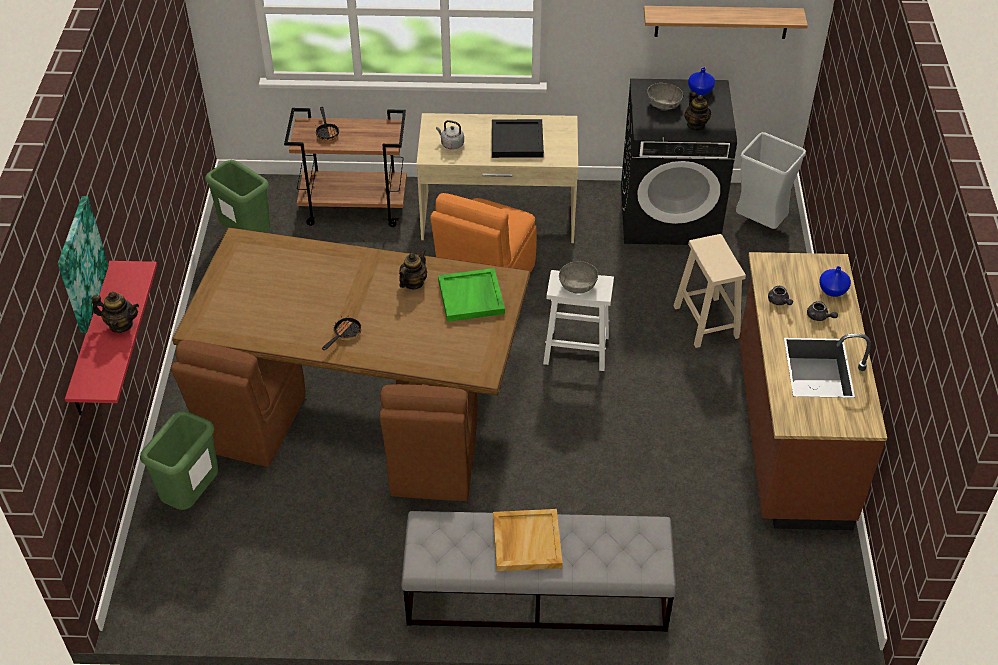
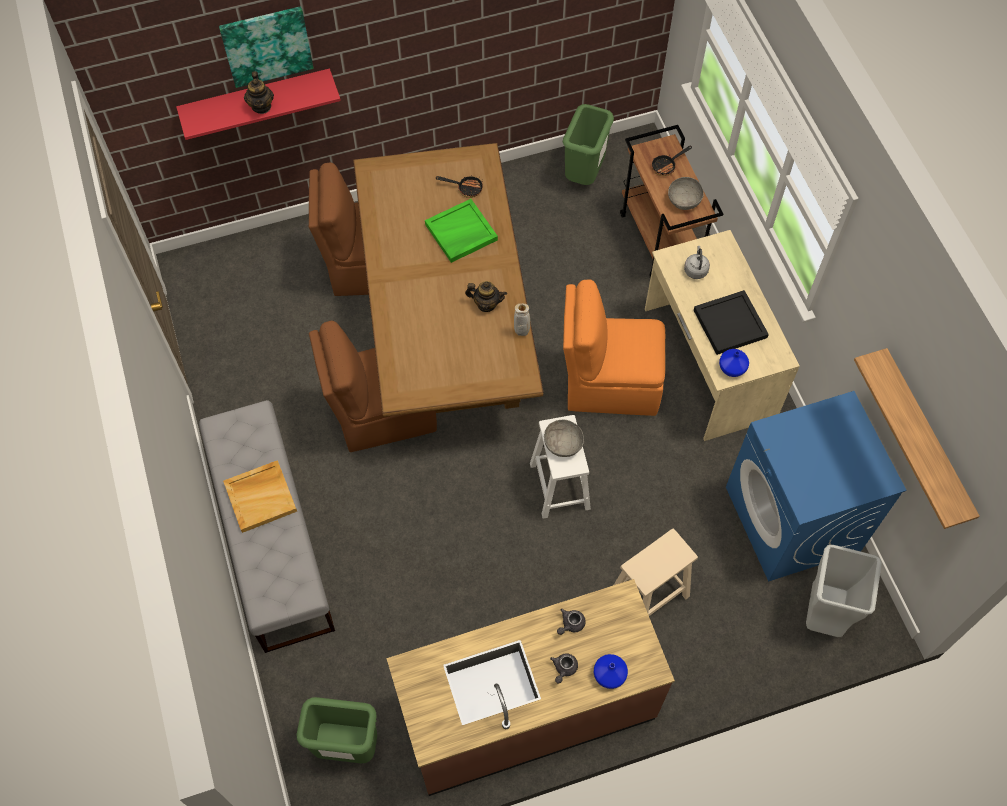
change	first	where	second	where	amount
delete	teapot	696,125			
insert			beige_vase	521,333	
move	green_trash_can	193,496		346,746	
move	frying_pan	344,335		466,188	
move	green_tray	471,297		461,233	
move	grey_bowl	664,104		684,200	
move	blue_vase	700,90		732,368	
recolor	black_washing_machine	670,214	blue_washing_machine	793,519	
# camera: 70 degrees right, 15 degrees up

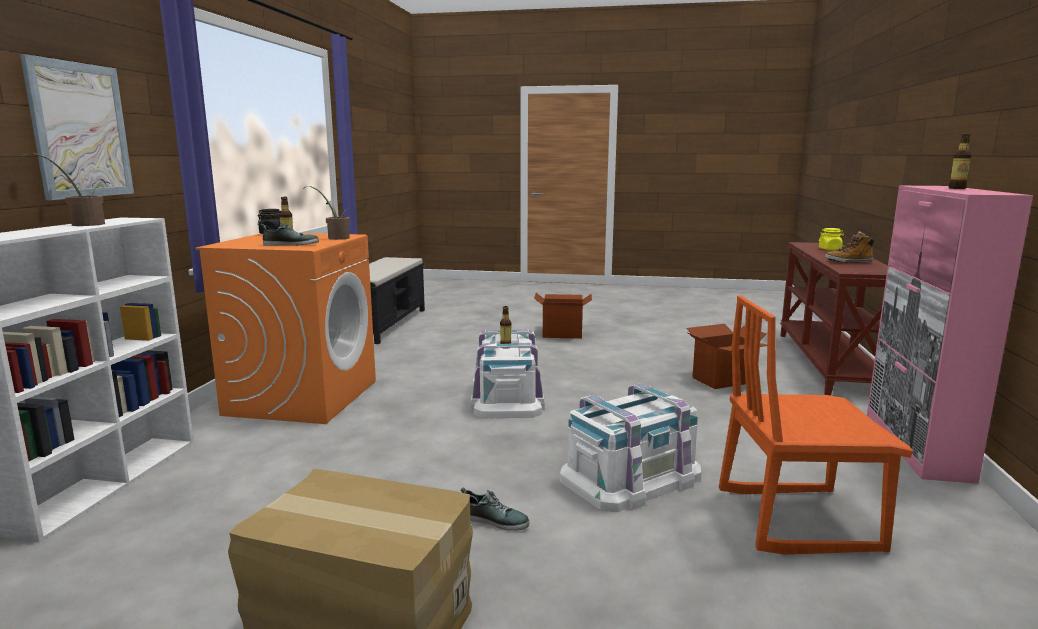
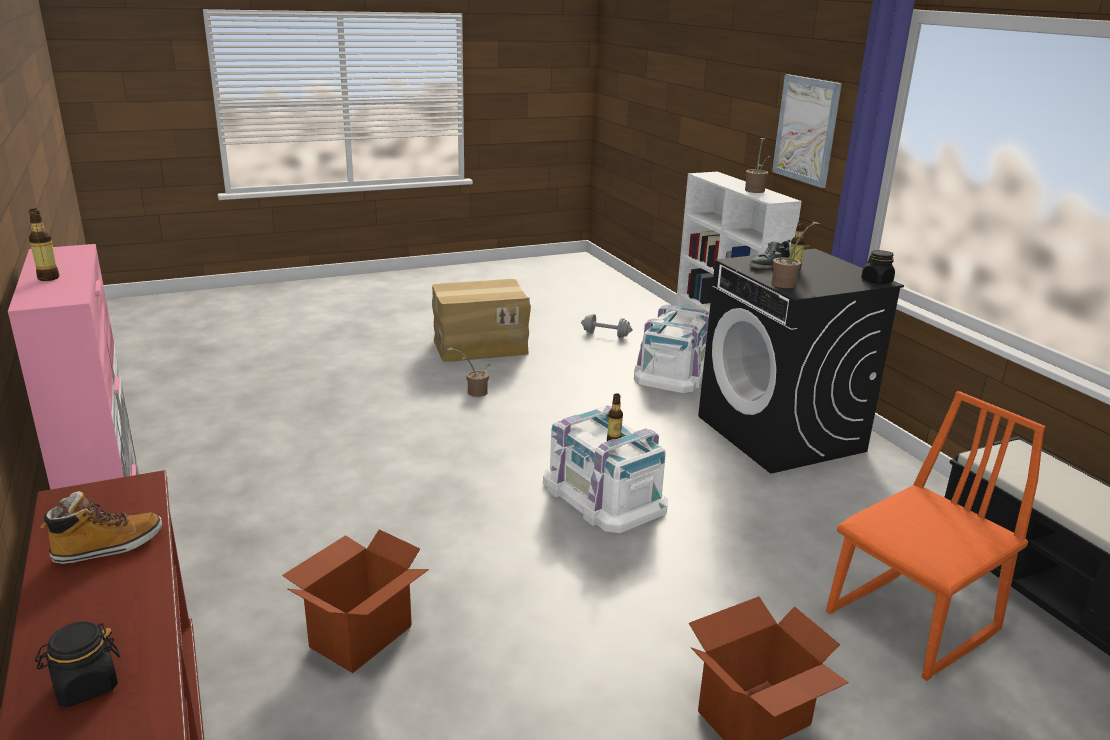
change	first	where	second	where	amount
insert			grey_dumbbell	606,335	
move	white_storage_box	631,478		673,371	
move	orange_chair	796,519		913,623	
replace	shoe	495,520	potted_plant	474,392	
recolor	orange_washing_machine	302,397	black_washing_machine	781,434	
recolor	yellow_jar	830,249	black_jar	85,686	
# camera: 145 degrees right, 10 degrees up

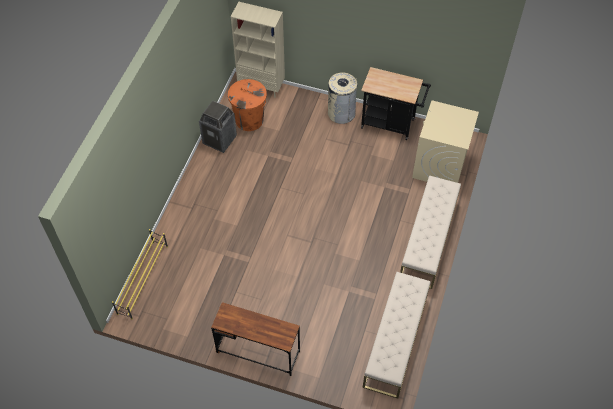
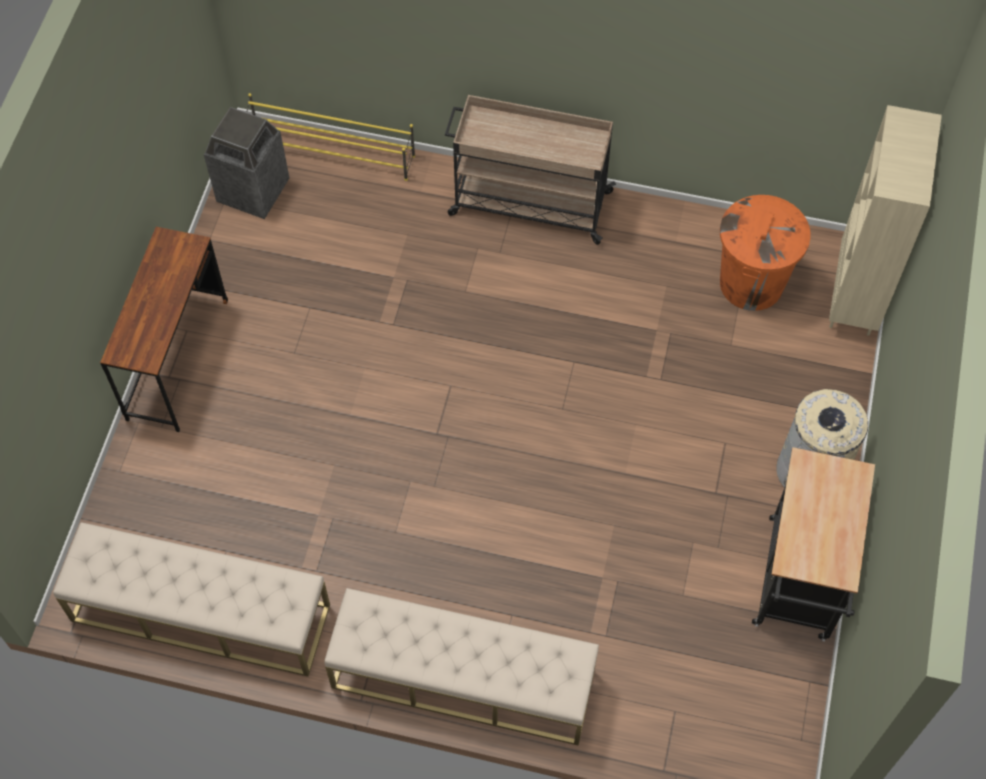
change	first	where	second	where	amount
delete	beige_washing_machine	439,165			
insert			beige_cart	528,203	
move	trash_can	220,140		253,191	
# camera: 85 degrees right, 5 degrees up

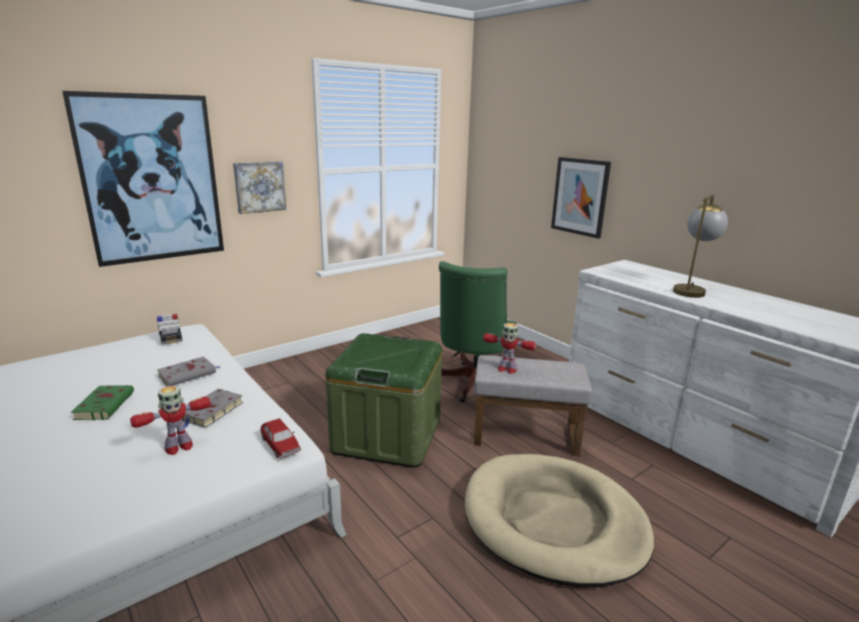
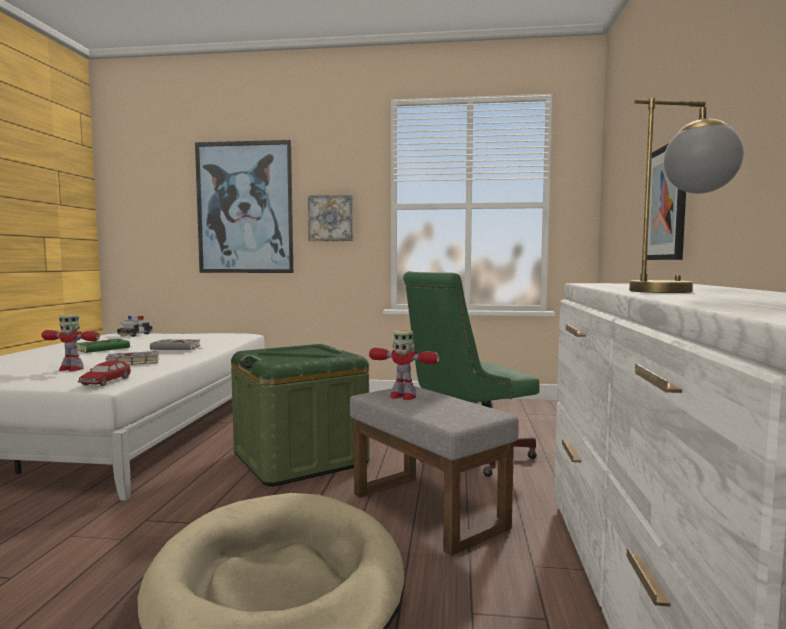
change	first	where	second	where	amount
move	toy_car	170,337		135,334	
rotate	toy_robot	506,369		402,396	45 degrees counterclockwise
# camera: 45 degrees right, 15 degrees down

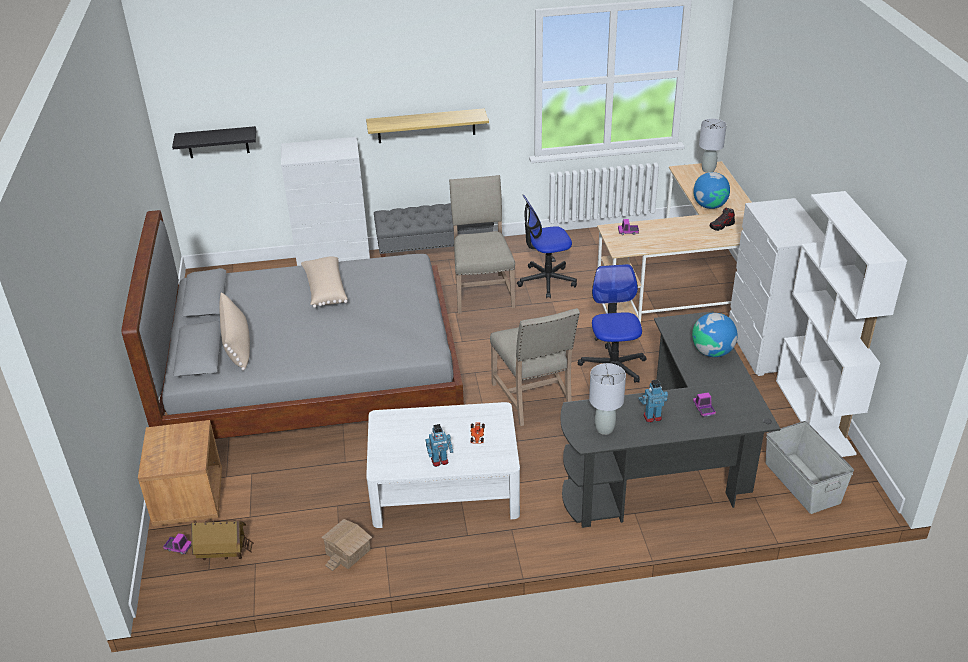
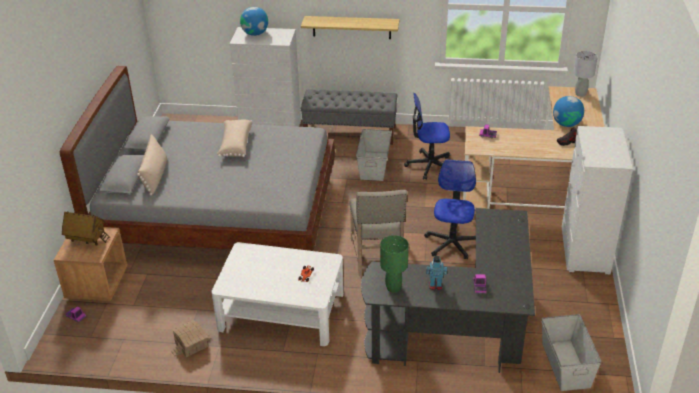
change	first	where	second	where	amount
delete	black_shelf	217,142			
delete	toy_robot	439,461			
delete	white_bookcase	815,416			
move	toy_house	223,553		87,240	
move	globe	712,352		255,33	
replace	beige_chair	482,291	grey_storage_box	374,165	
recolor	grey_table_lamp	605,429	green_table_lamp	393,288	
# camera: 15 degrees right, 0 degrees up

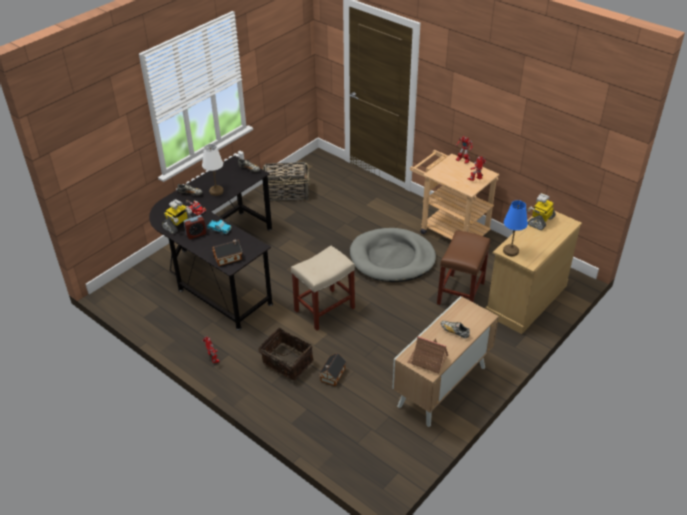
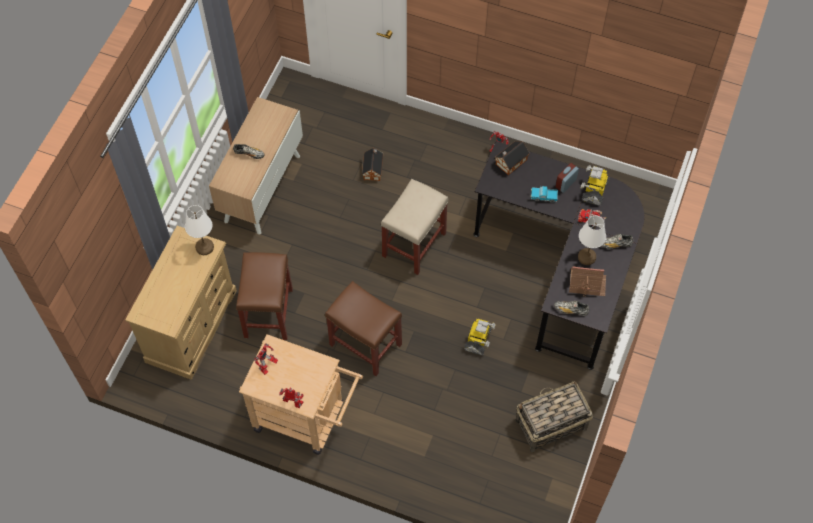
change	first	where	second	where	amount
delete	basket	286,363			
move	toy_house	427,361		586,283	
move	toy_robot	540,221		478,340	
replace	grey_dog_bed	392,258	brown_stool	364,344	
recolor	blue_table_lamp	511,251	white_table_lamp	204,247	
# camera: 160 degrees right, 20 degrees up

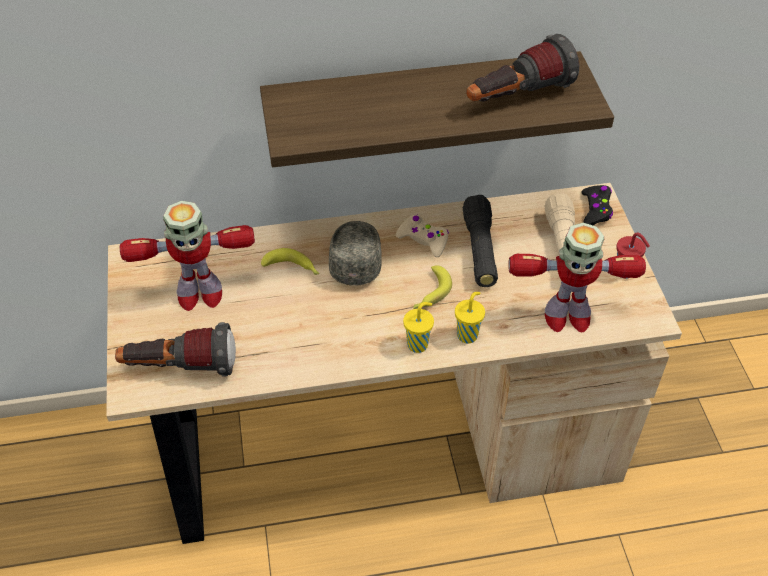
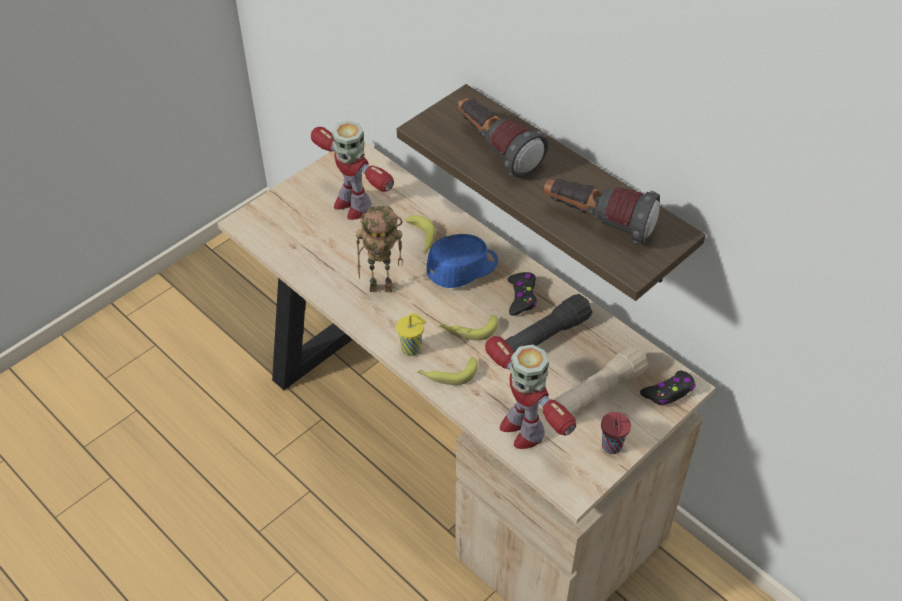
change	first	where	second	where	amount
insert			toy_robot	383,287	
move	flashlight	180,368		495,149	
replace	yellow_cup	468,334	banana	447,374	
recolor	grey_cap	356,260	blue_cap	463,269	
recolor	beige_game_controller	423,239	black_game_controller	522,297	
# camera: 55 degrees right, 0 degrees up

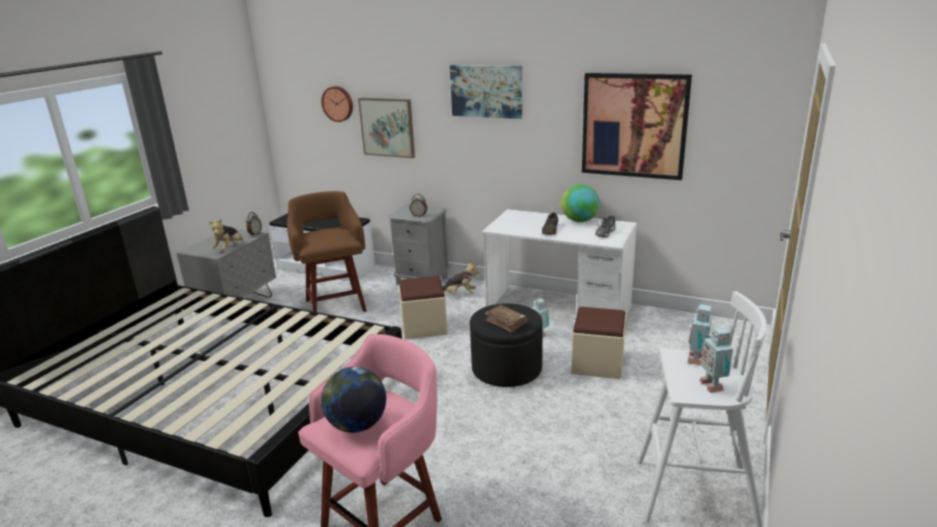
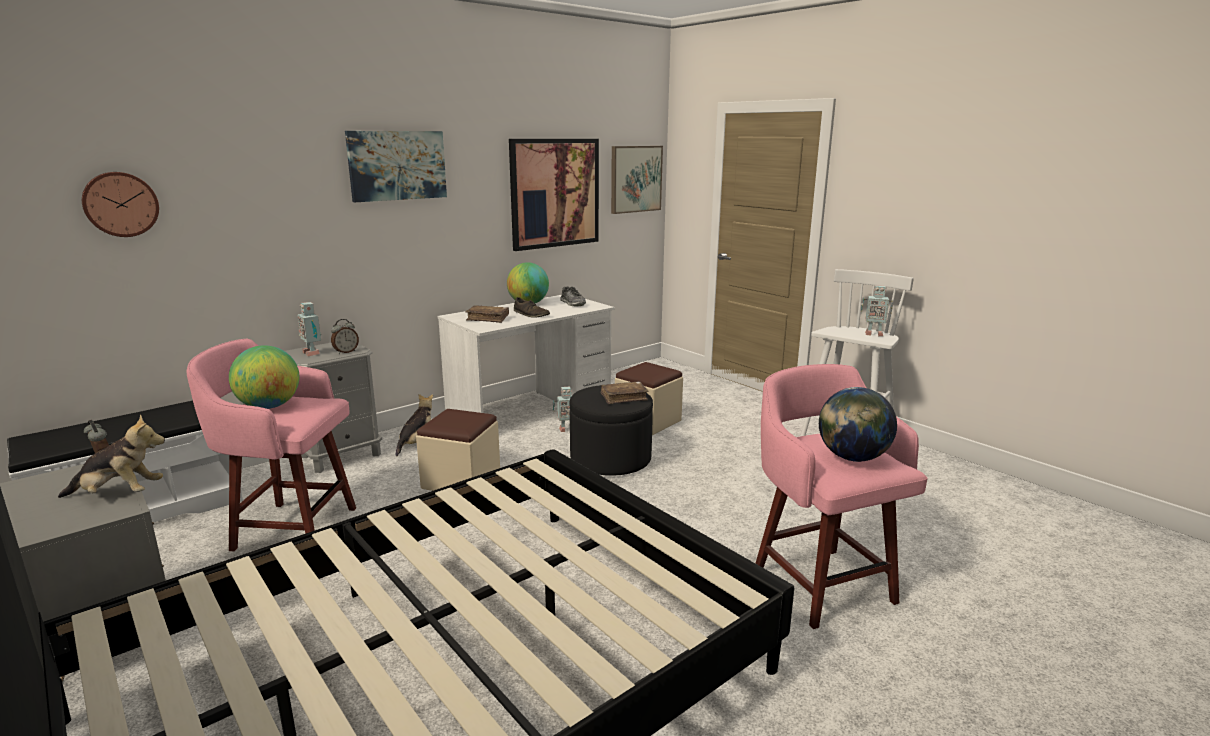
change	first	where	second	where	amount
insert			globe	269,406	
insert			brown_book	488,318	
move	picture	387,127		635,179	
move	toy_robot	697,359		312,353	
recolor	brown_stool	335,304	pink_stool	291,528	
rotate	plush_toy	229,248		119,494	45 degrees counterclockwise
# camera: 65 degrees left, 5 degrees down

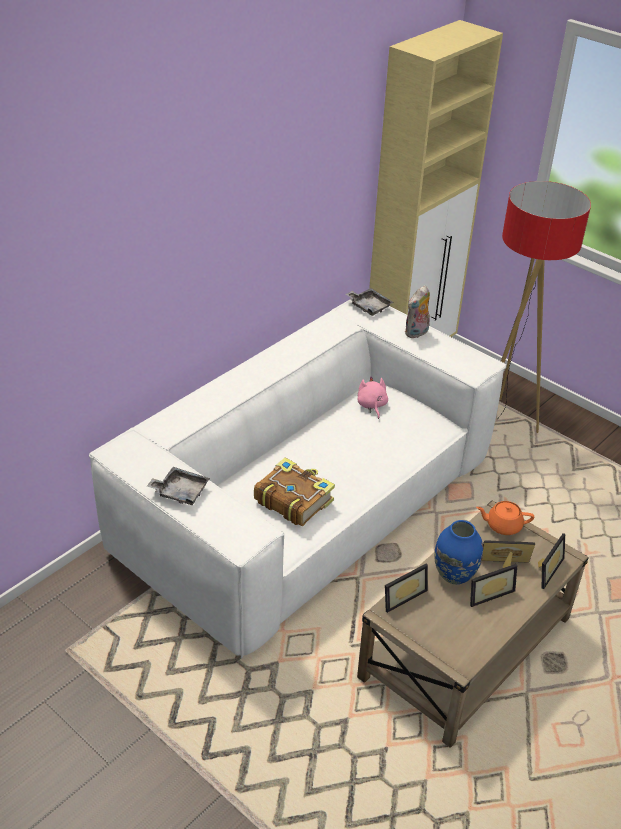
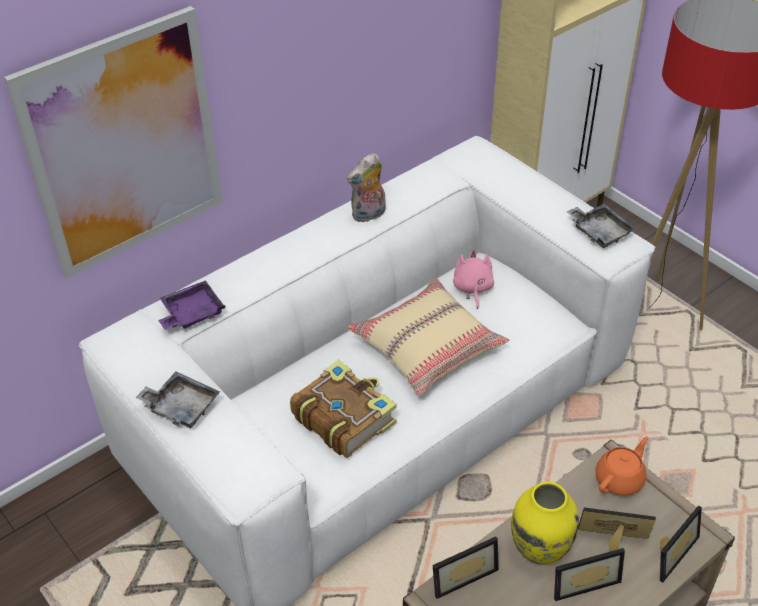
change	first	where	second	where	amount
insert			picture	124,145	
insert			purple_tray	191,313	
insert			beige_pillow	427,346	
move	grey_tray	369,306		599,231	
move	plush_toy	417,333		369,215	
recolor	blue_vase	454,574	yellow_vase	539,548	
rotate	orange_teapot	503,525		620,479	120 degrees clockwise
# camera: 10 degrees right, 5 degrees up

